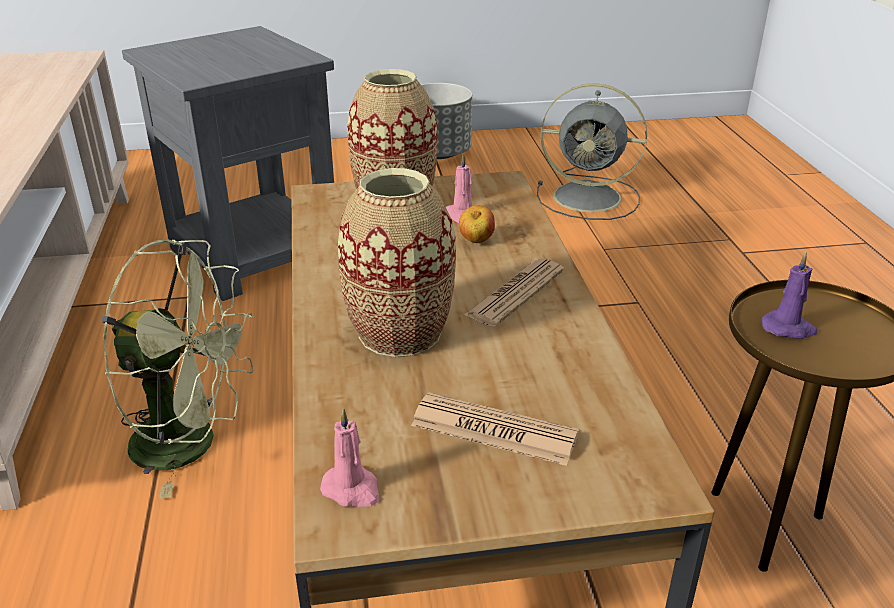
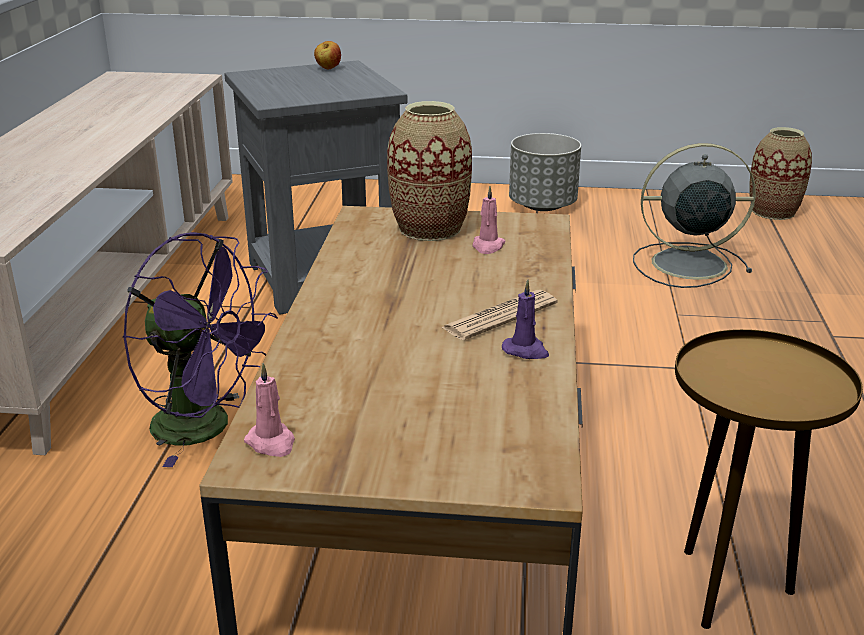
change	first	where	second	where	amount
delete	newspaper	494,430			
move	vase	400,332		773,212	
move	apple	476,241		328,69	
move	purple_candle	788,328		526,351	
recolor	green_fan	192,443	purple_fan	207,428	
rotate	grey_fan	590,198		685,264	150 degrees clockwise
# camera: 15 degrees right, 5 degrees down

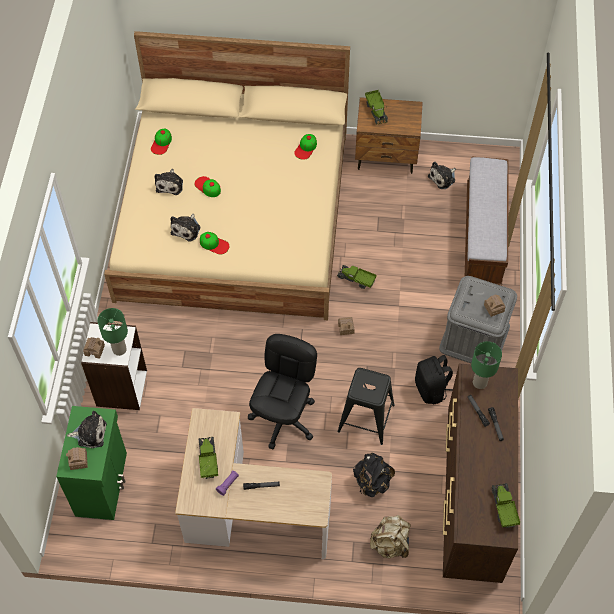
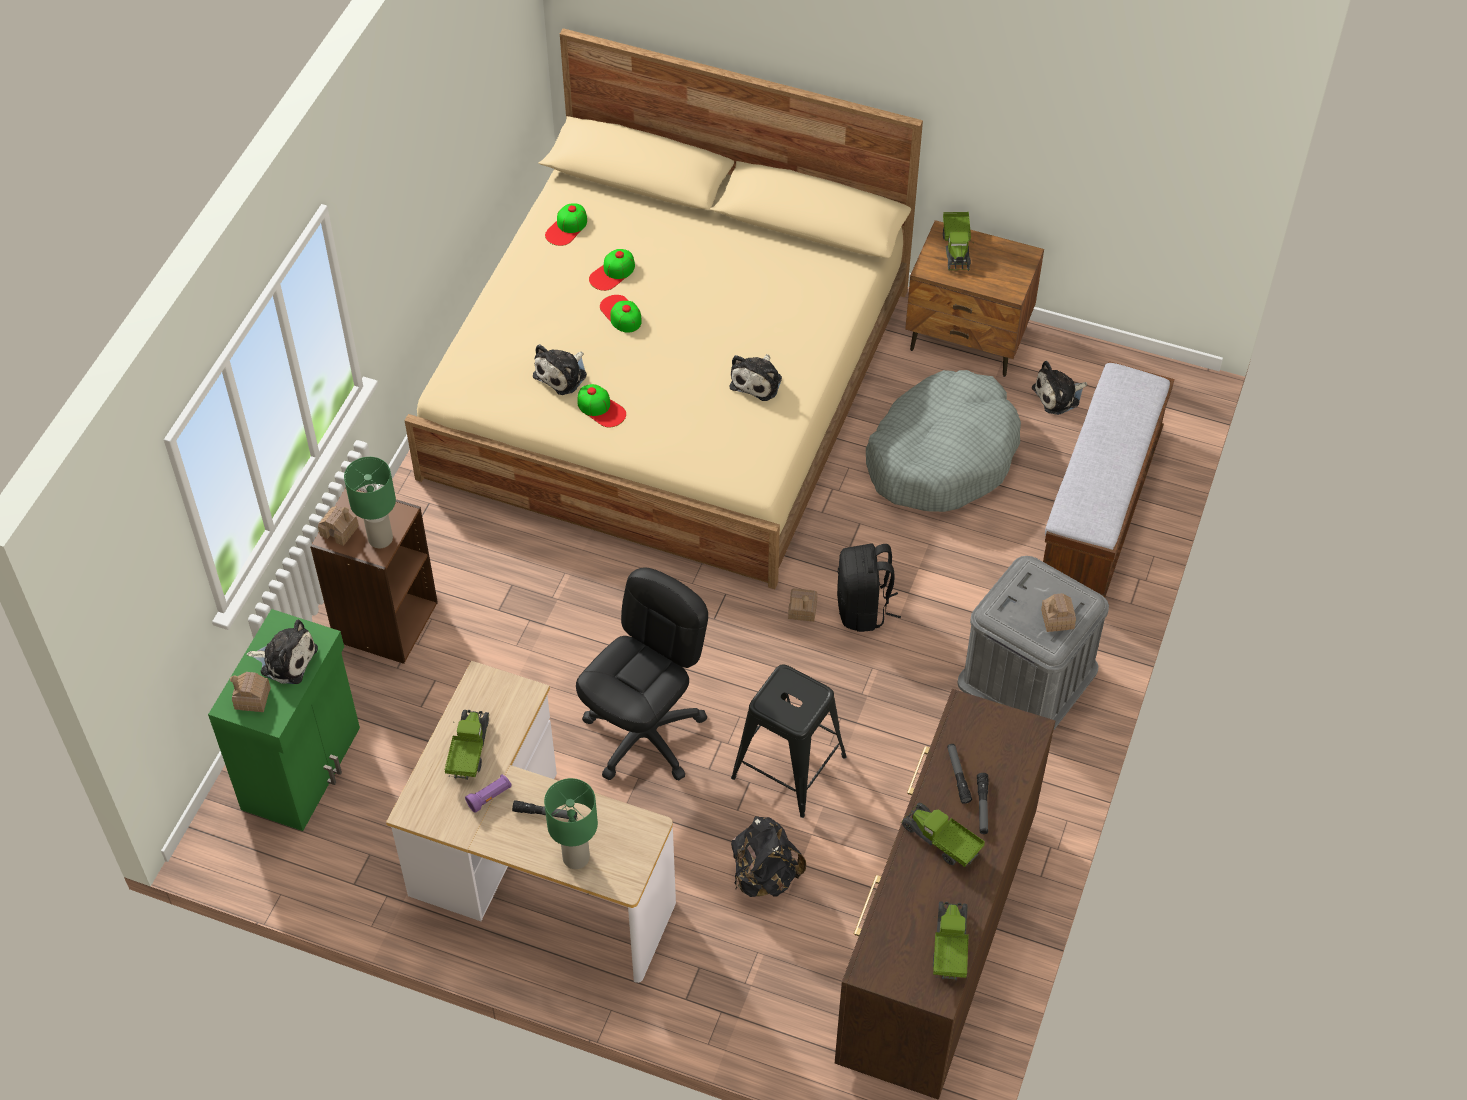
change	first	where	second	where	amount
delete	beige_backpack	390,543			
insert			grey_dog_bed	942,455	
move	plush_toy	170,184		758,381	
move	cap	306,148		612,273	
move	toy_truck	356,280		940,841	
move	black_backpack	431,389		863,609	
move	green_table_lamp	479,383		575,857	
recolor	white_bookcase	121,388	brown_bookcase	385,621	
# camera: 15 degrees right, 5 degrees down

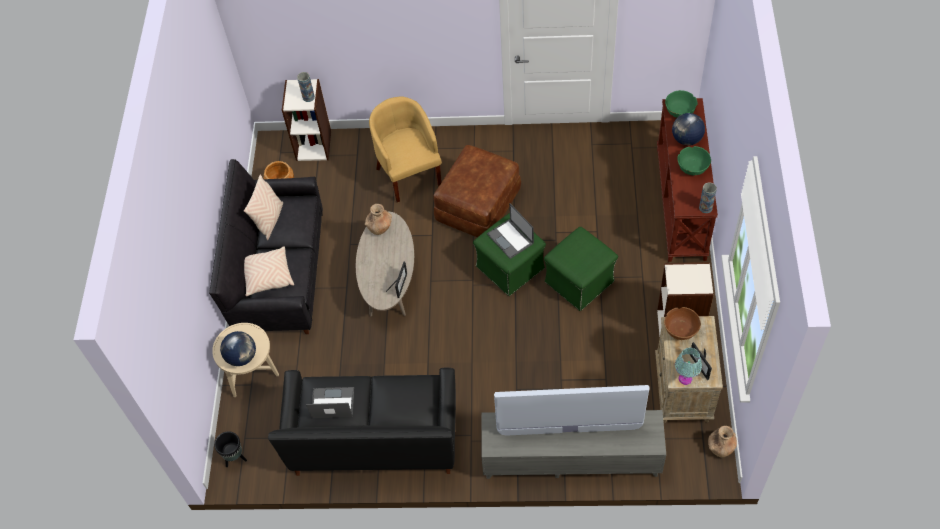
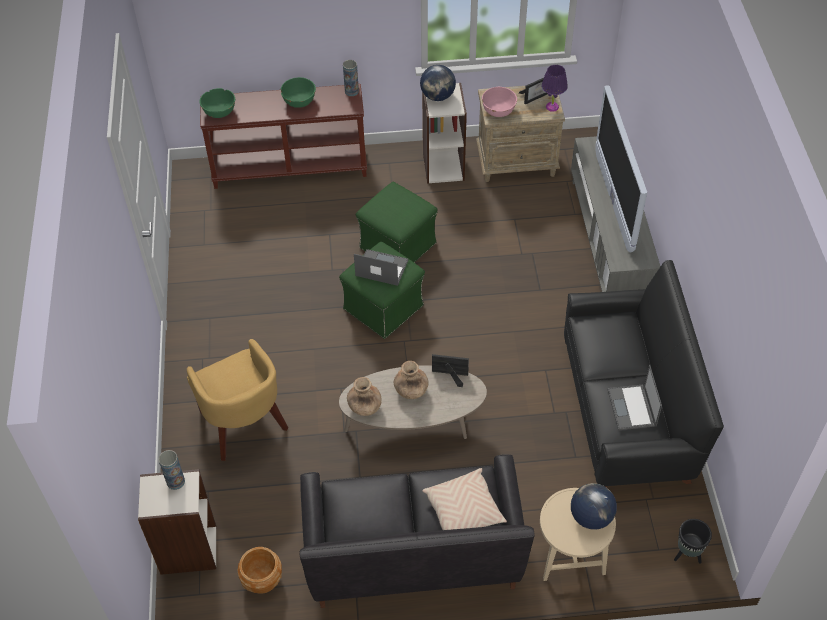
change	first	where	second	where	amount
delete	beige_pillow	269,220			
delete	brown_ottoman	478,206			
move	globe	686,139		438,96	
move	brown_vase	720,447		411,391	
recolor	brown_bowl	680,330	pink_bowl	498,110	
recolor	turquoise_table_lamp	685,379	purple_table_lamp	552,107	
rotate	yellow_armchair	409,174		243,424	90 degrees counterclockwise
rotate	laptop	511,239		381,268	120 degrees counterclockwise
# camera: 100 degrees left, 5 degrees down

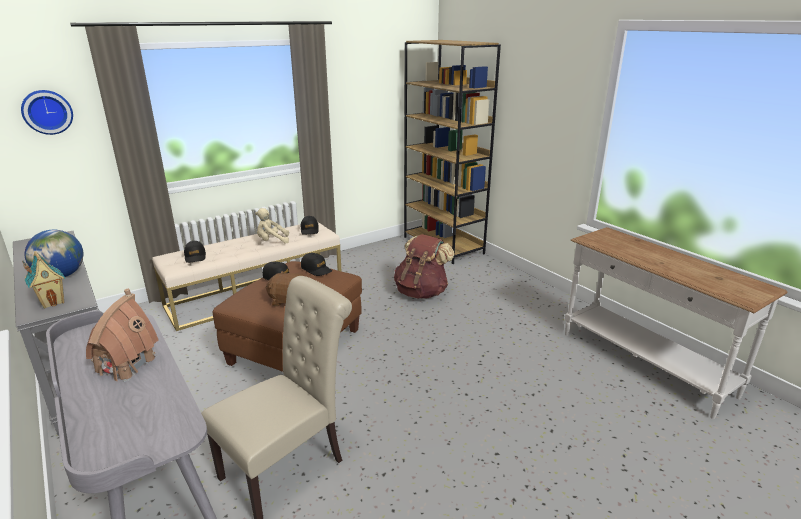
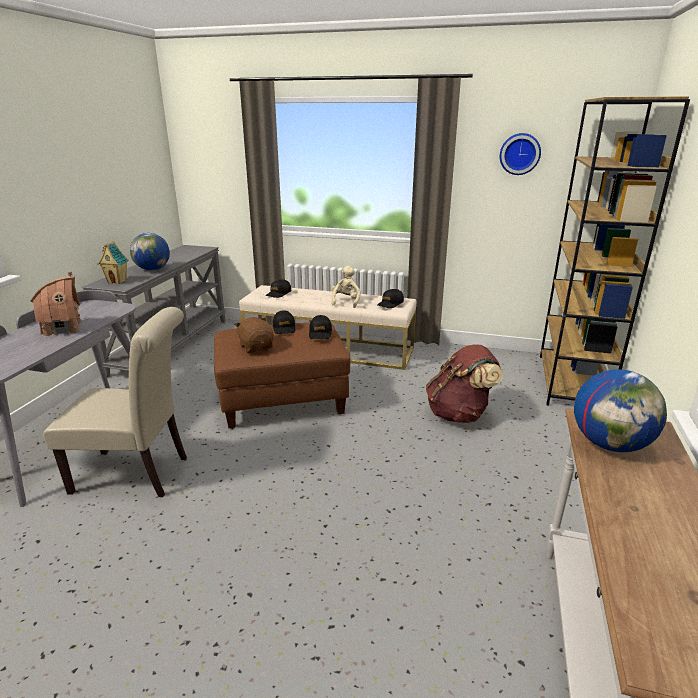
change	first	where	second	where	amount
insert			globe	610,444	
move	wall_clock	47,112		519,154	
rotate	beige_plush_toy	272,241		346,302	60 degrees clockwise
# camera: 50 degrees right, 0 degrees up

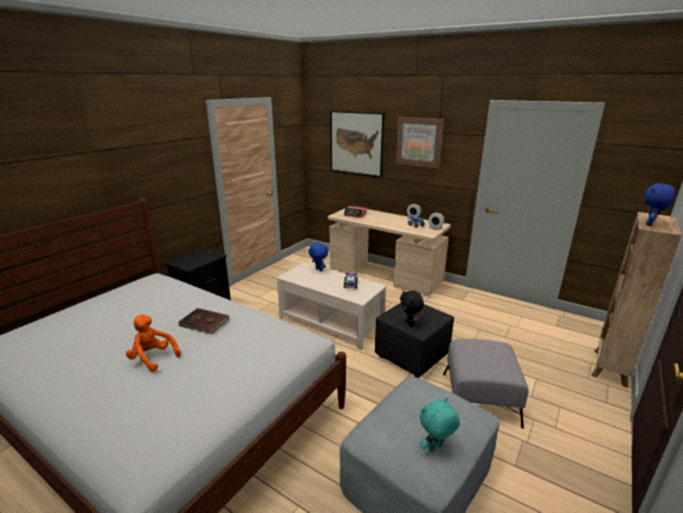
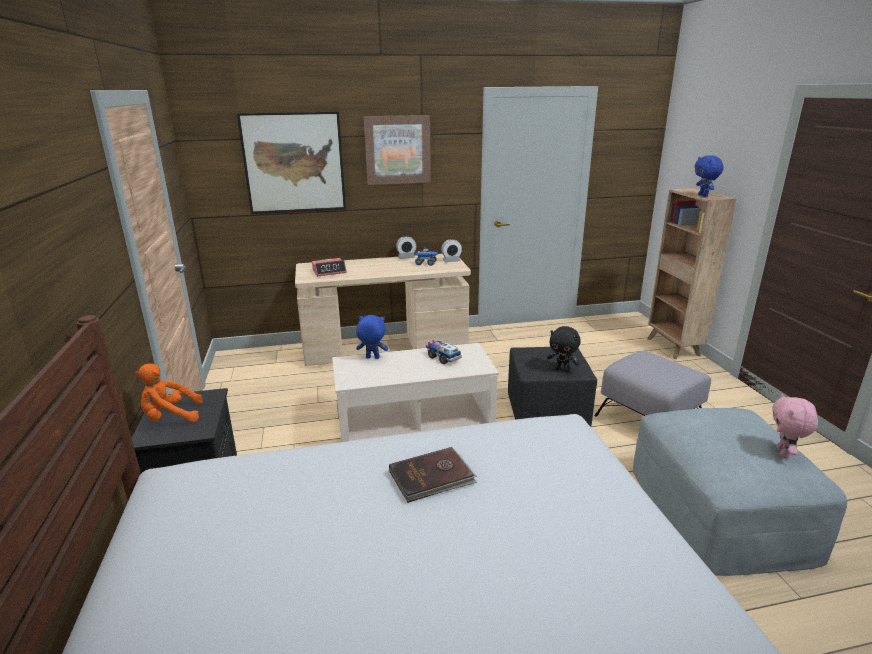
change	first	where	second	where	amount
move	orange_plush_toy	153,358		170,417	
recolor	turquoise_plush_toy	435,448	pink_plush_toy	784,453	
# camera: 45 degrees left, 0 degrees up

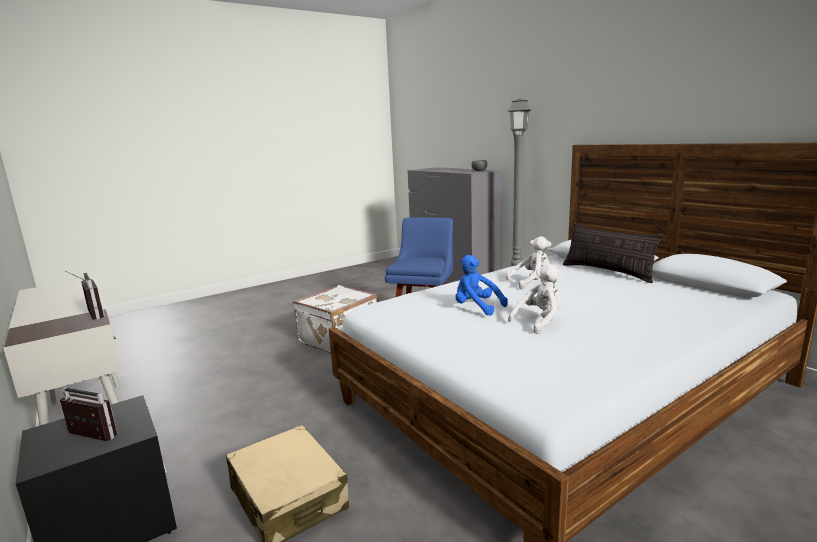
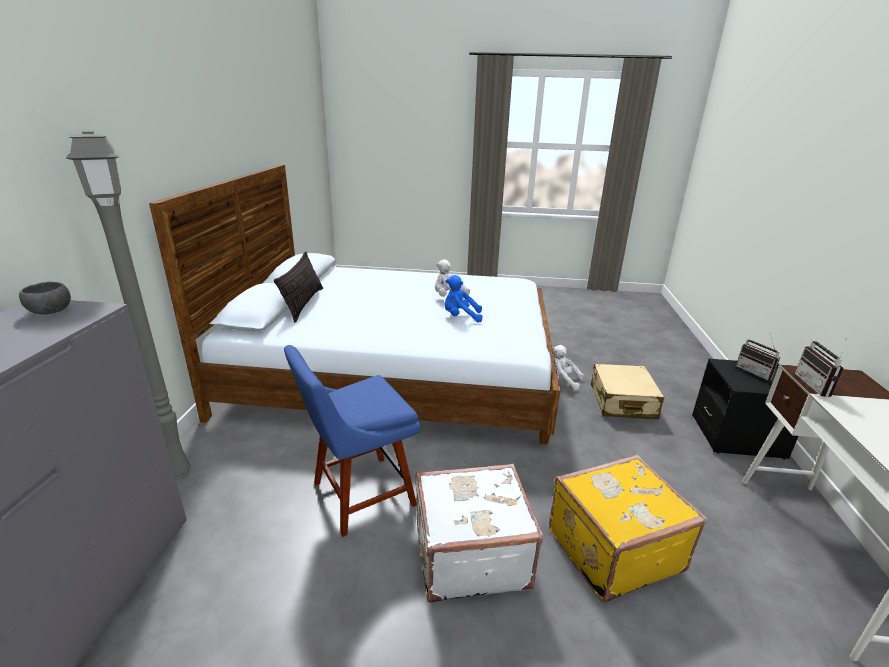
change	first	where	second	where	amount
insert			yellow_suitcase	611,548	
move	white_plush_toy	531,282		561,381	
rotate	blue_plush_toy	476,308		460,317	105 degrees clockwise
# camera: 140 degrees left, 10 degrees up

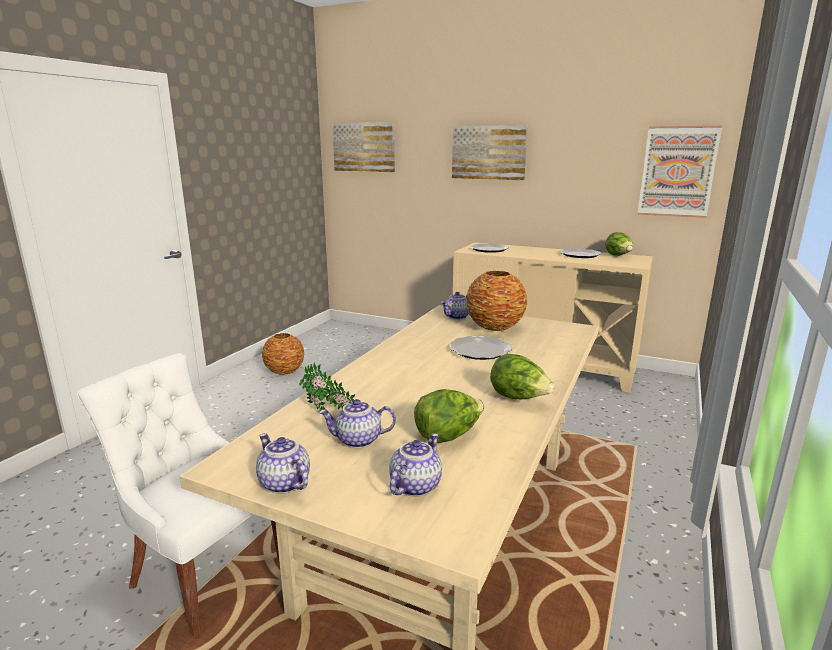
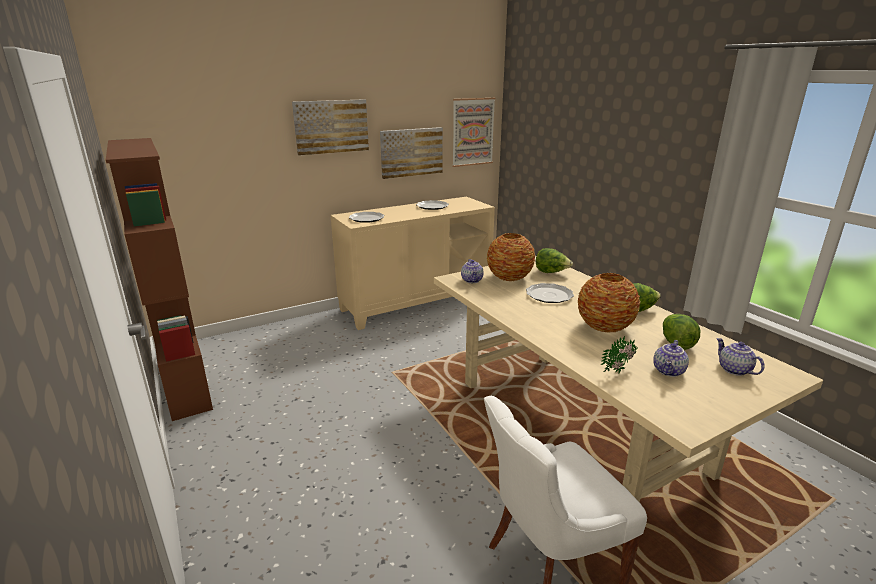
change	first	where	second	where	amount
delete	teapot	283,483			
insert			brown_bookcase	184,382	
move	vase	285,371		604,326	
move	picture	364,147		411,152	
move	lettuce	618,256		551,272	
# camera: 55 degrees left, 5 degrees up

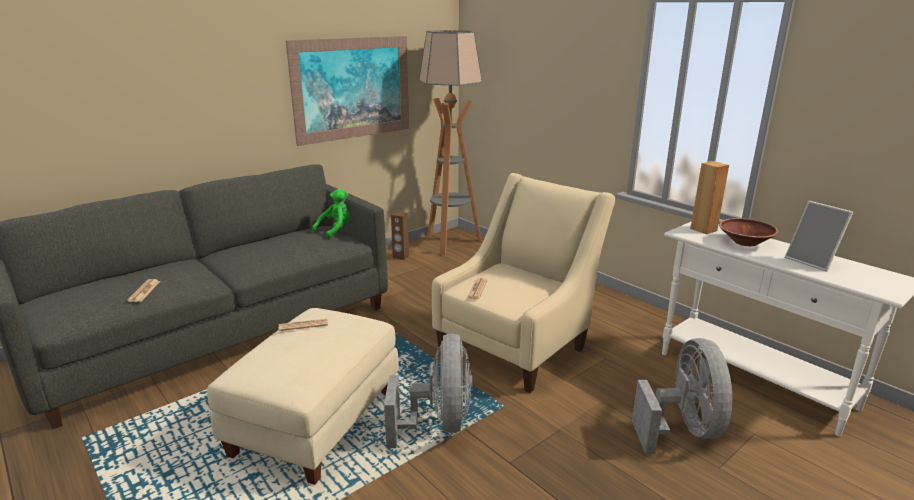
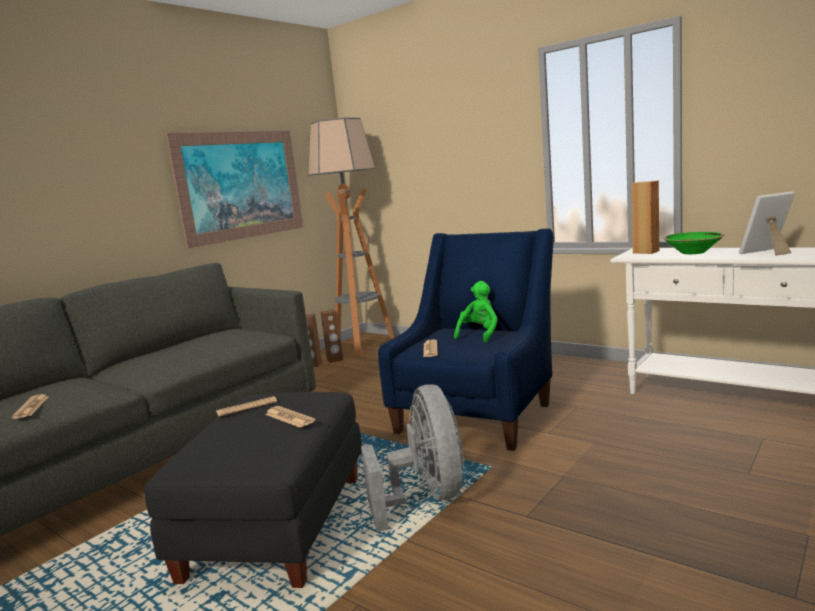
change	first	where	second	where	amount
delete	grey_fan	682,429			
insert			newspaper	289,417	
insert			brown_speaker	335,360	
move	green_plush_toy	335,230		479,335	
recolor	beige_ottoman	315,421	black_ottoman	276,525	
recolor	beige_armchair	518,345	blue_armchair	478,413	
recolor	brown_bowl	745,242	green_bowl	693,252	
rotate	picture_frame	813,261		767,252	120 degrees clockwise
# camera: 10 degrees left, 10 degrees down

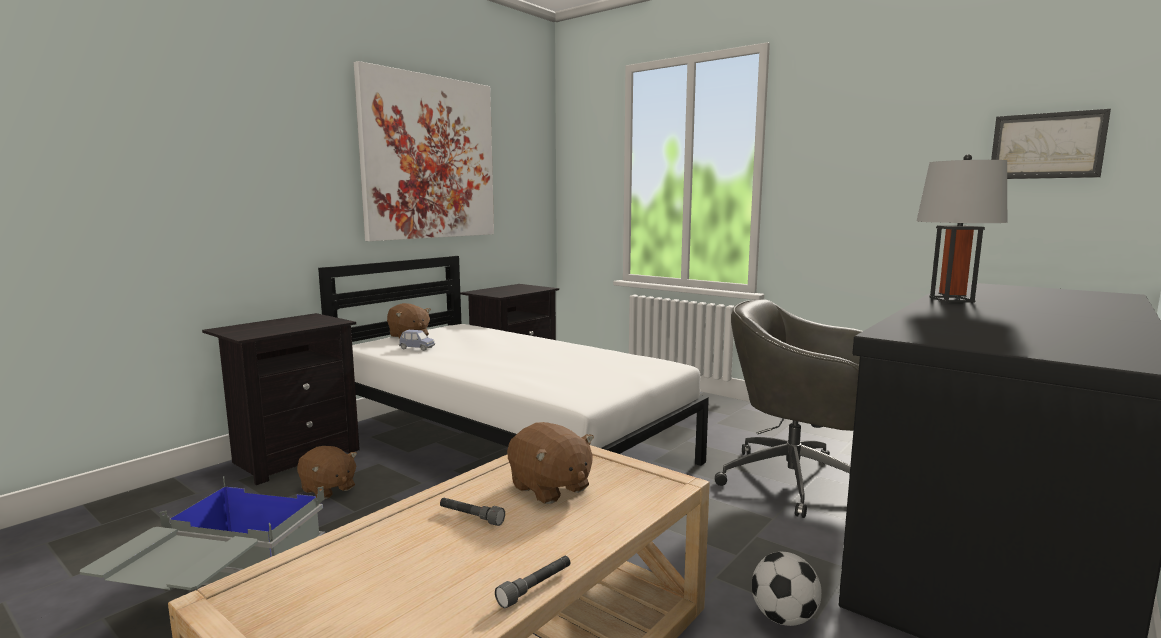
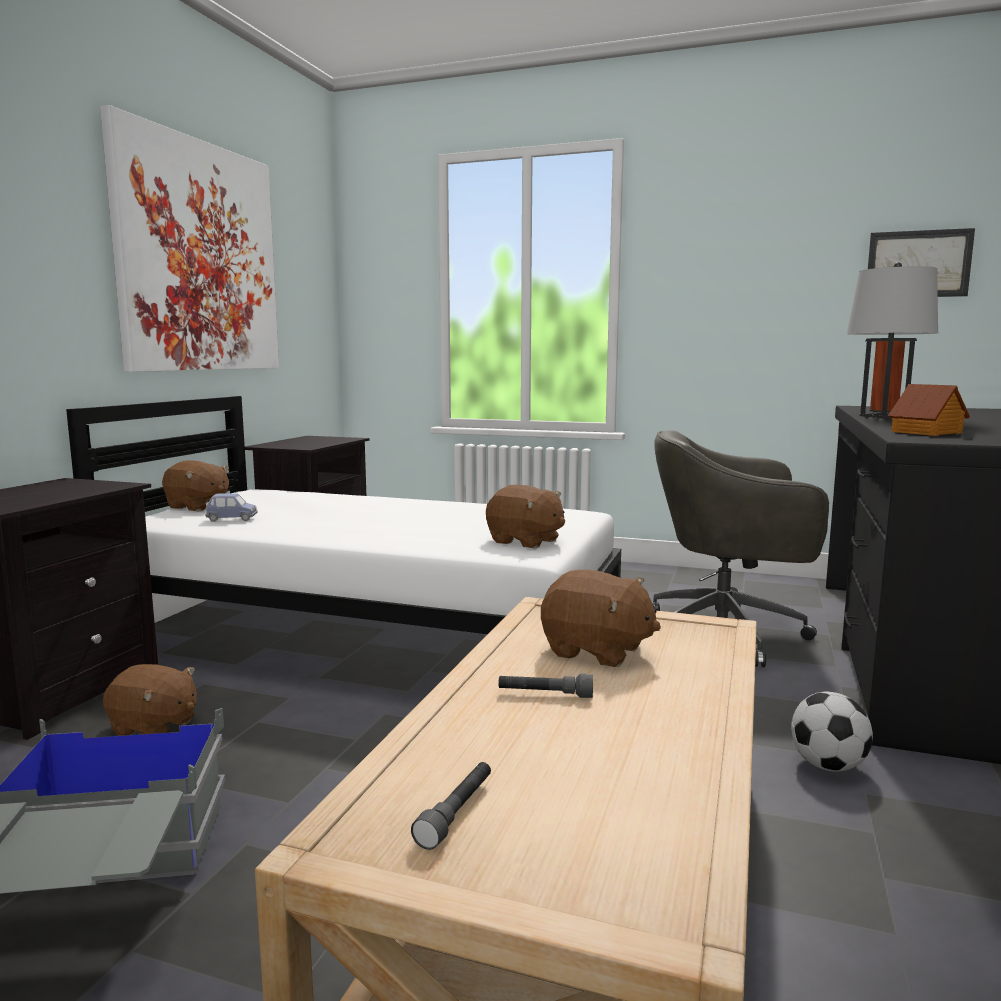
change	first	where	second	where	amount
insert			brown_plush_toy	525,541	
insert			toy_house	927,432	
move	grey_flashlight	536,588		456,813	
# camera: 20 degrees left, 0 degrees up

